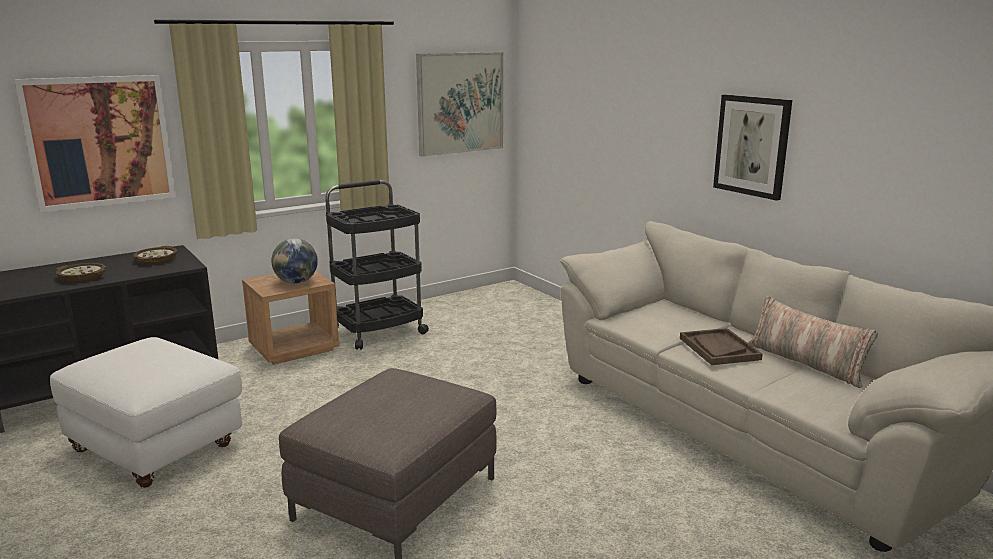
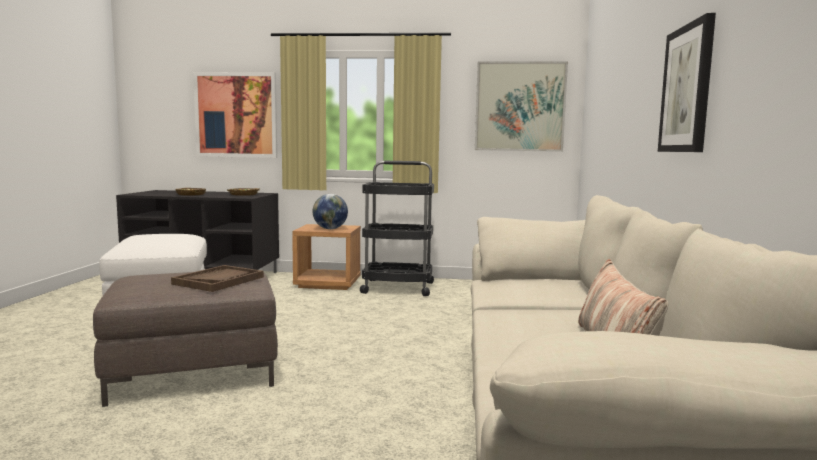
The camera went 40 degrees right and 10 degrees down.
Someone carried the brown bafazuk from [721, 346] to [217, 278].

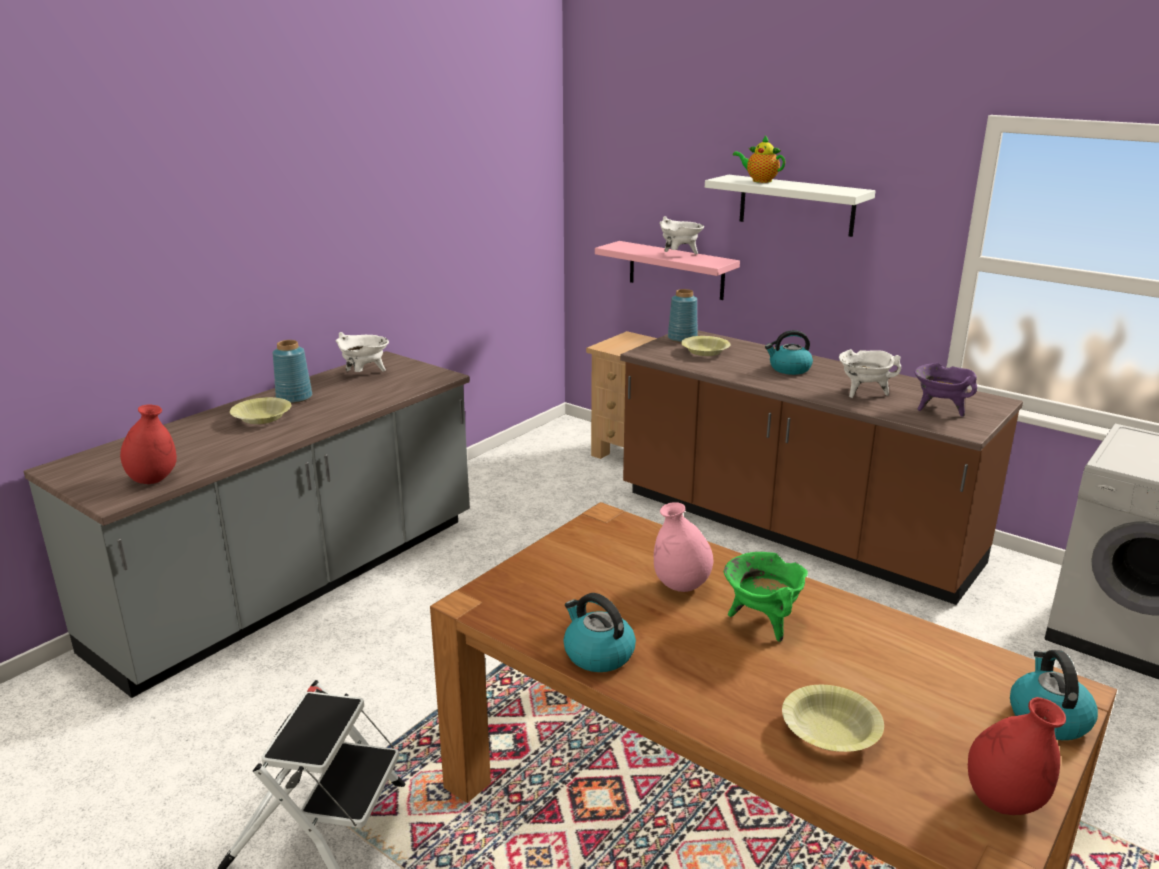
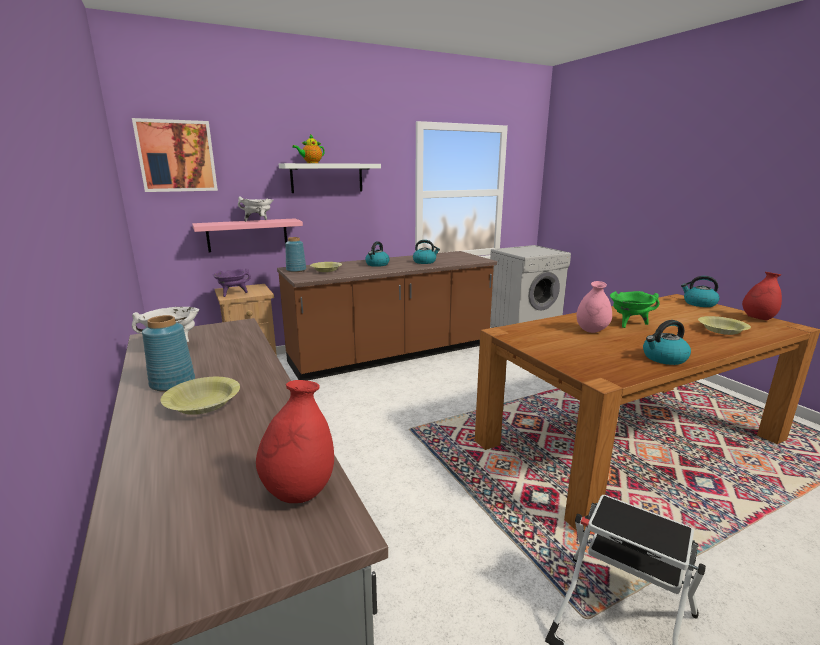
The camera went 65 degrees left and 5 degrees down.
Someone put up the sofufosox at [175, 155].
Someone carried the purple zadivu from [946, 390] to [232, 283].
Someone swapped the white zadivu at [870, 373] for the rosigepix at [426, 252].

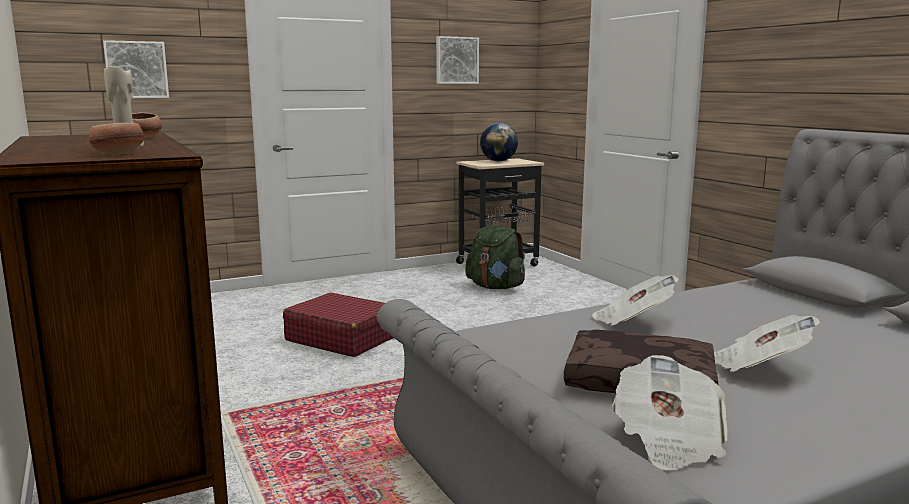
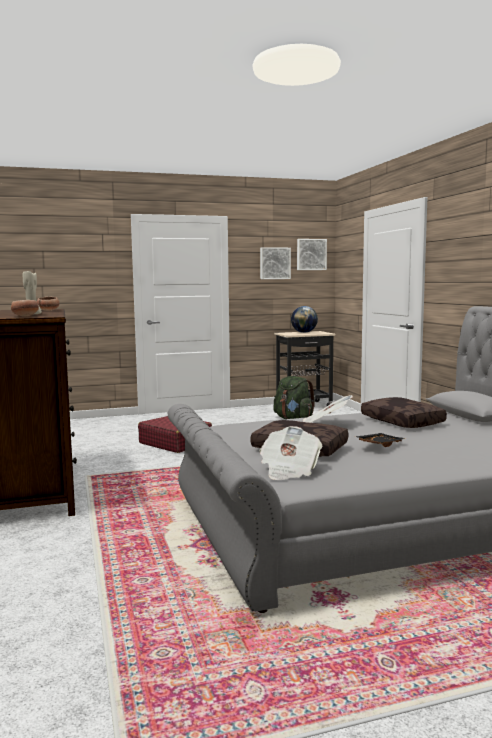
The camera went 10 degrees right and 5 degrees down.
Someone carried the sofufosox from [136, 69] to [312, 254].
Someone swapped the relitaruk at [767, 343] for the black bafazuk at [380, 440].
Someone put down the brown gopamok at [404, 412].

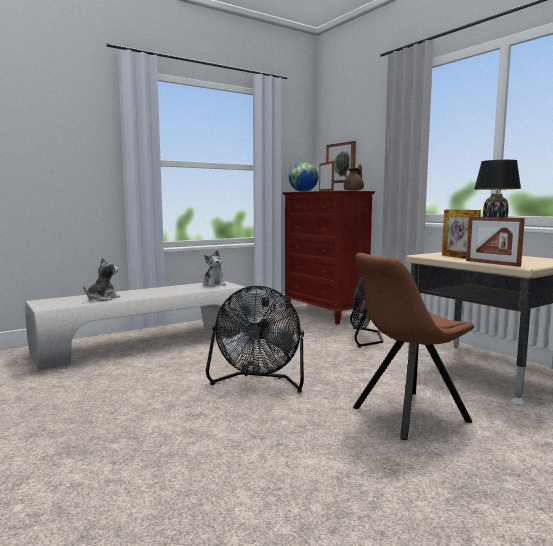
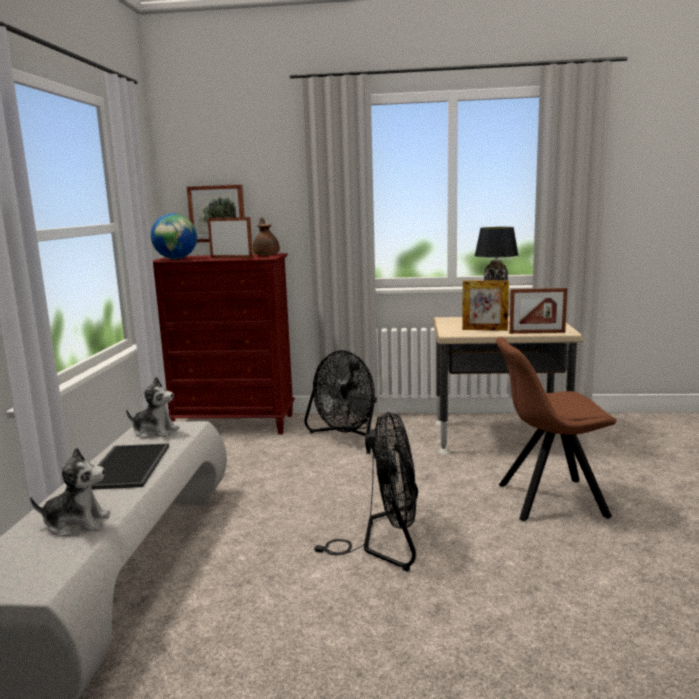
The camera went 50 degrees left and 5 degrees up.
Someone rotated the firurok at [101, 279] by 105 degrees clockwise.
Someone put down the bafazuk at [130, 466].
Someone rotated the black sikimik at [255, 339] by 45 degrees counterclockwise.
Someone rotated the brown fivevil at [413, 346] by 75 degrees clockwise.

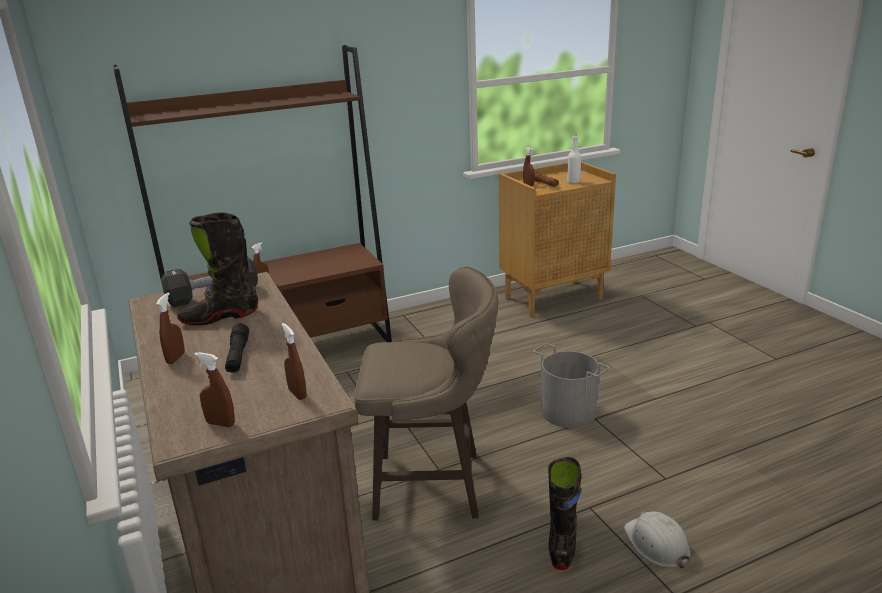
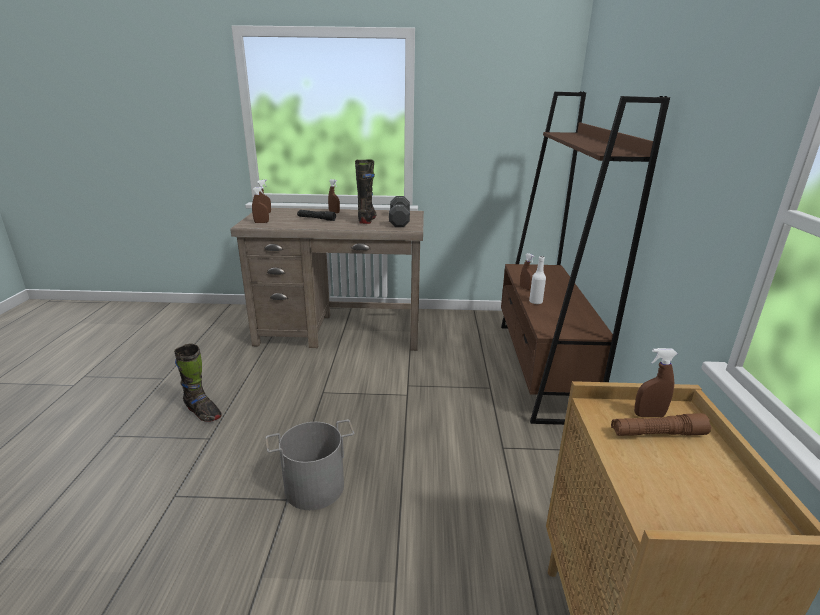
The camera went 115 degrees right and 0 degrees up.
Someone carried the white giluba from [574, 159] to [537, 280].
Someone took away the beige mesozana at [426, 394].
Someone took away the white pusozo at [657, 540].

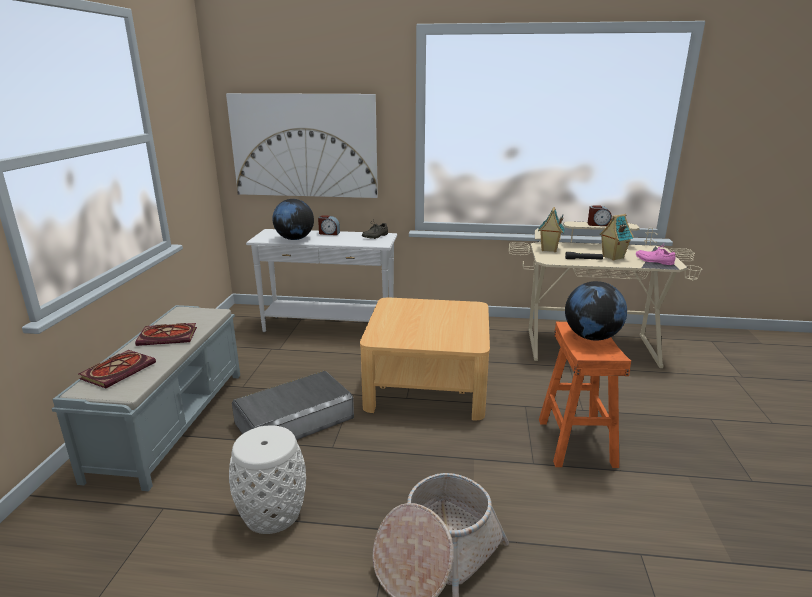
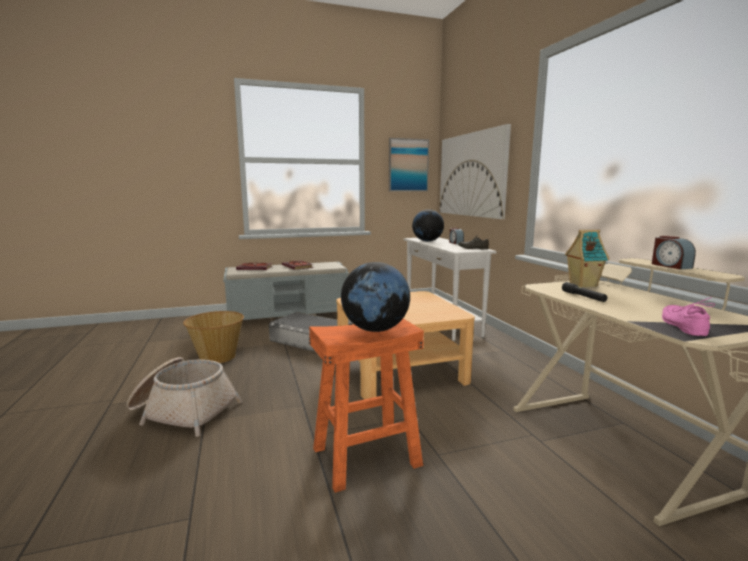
The camera went 65 degrees right and 10 degrees down.
Someone swapped the white mesozana at [267, 479] for the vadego at [213, 337].
Someone put up the sofufosox at [409, 164].
Someone took away the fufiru at [616, 237].

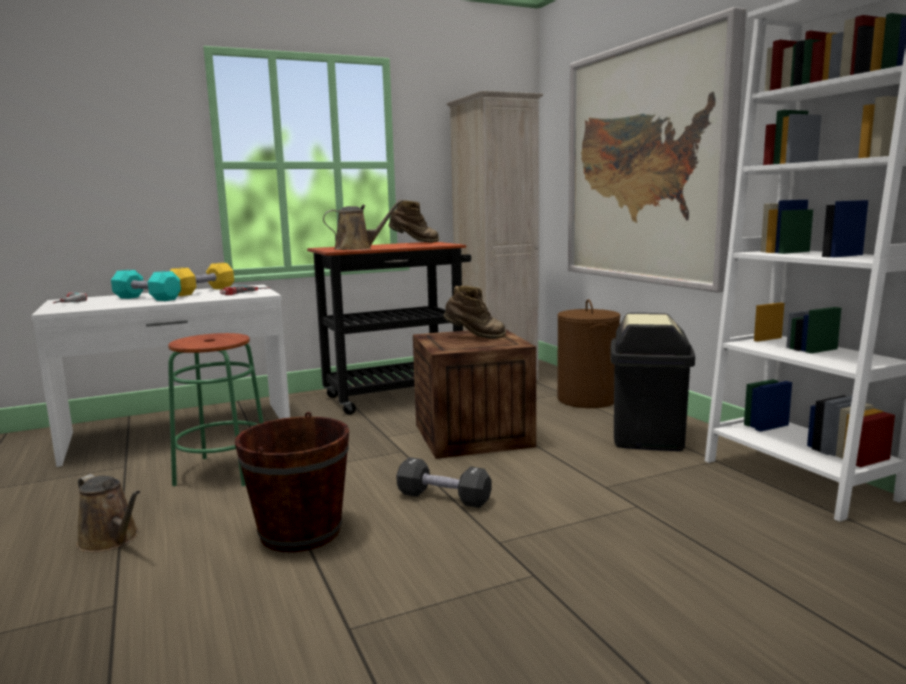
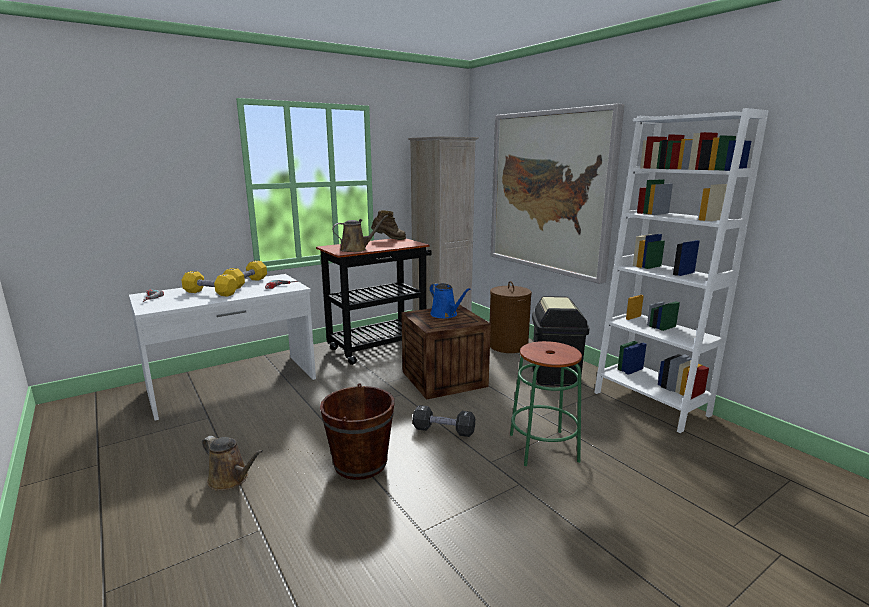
The camera went 10 degrees left and 5 degrees up.
Someone repainted the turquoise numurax at [146, 285], which became the yellow numurax at [209, 284].
Someone swapped the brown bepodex at [474, 312] for the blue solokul at [450, 300].
Someone carried the green mesozana from [216, 409] to [546, 403].

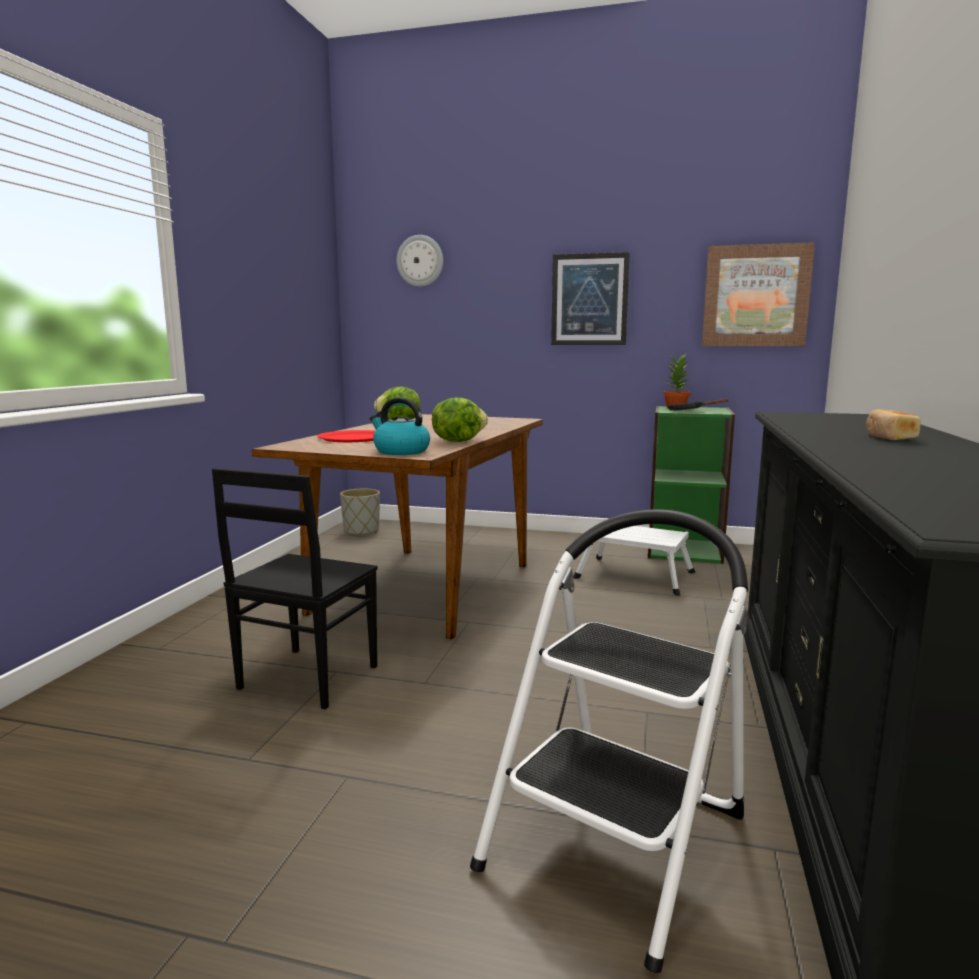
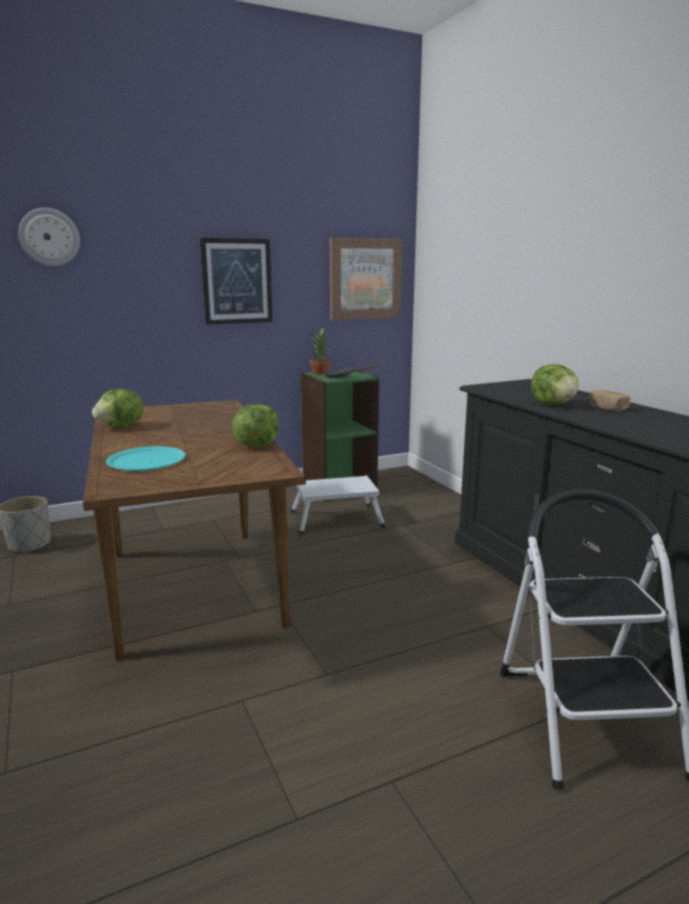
The camera went 40 degrees left and 5 degrees up.
Someone repainted the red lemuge at [346, 436], which became the turquoise lemuge at [146, 458].
Someone put down the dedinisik at [554, 384].
Someone took away the black fivevil at [295, 589].
Someone took away the rosigepix at [400, 426].

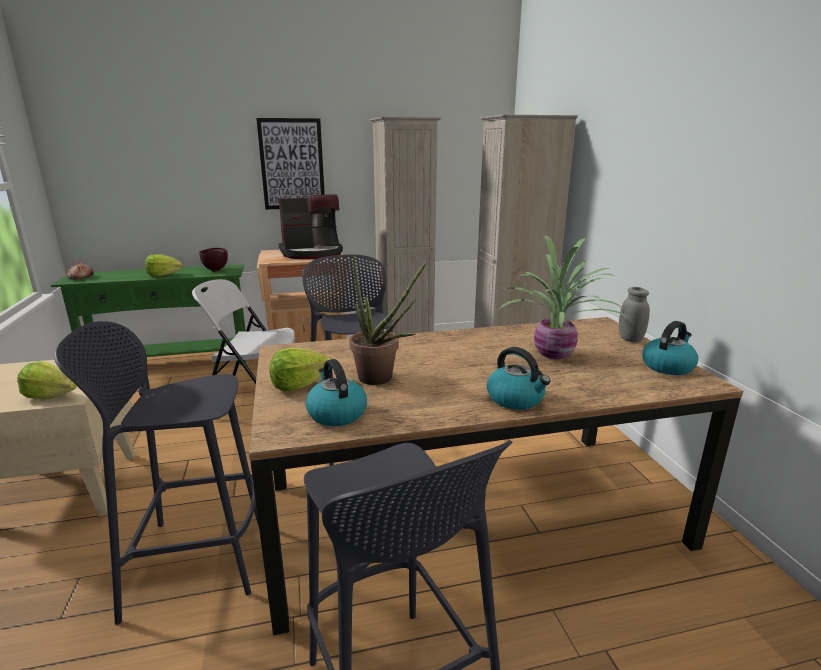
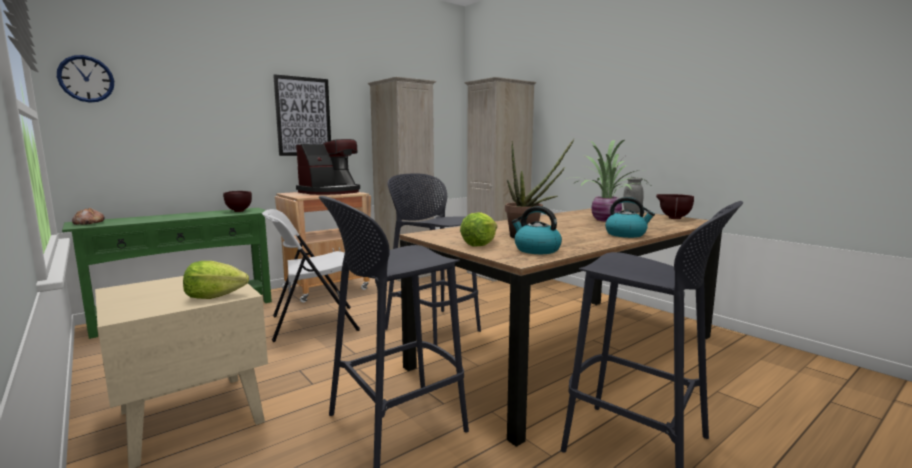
The camera went 25 degrees left and 10 degrees down.
Someone put up the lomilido at [85, 79].
Someone swapped the rosigepix at [670, 348] for the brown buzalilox at [675, 206].
Someone took away the dedinisik at [164, 265].

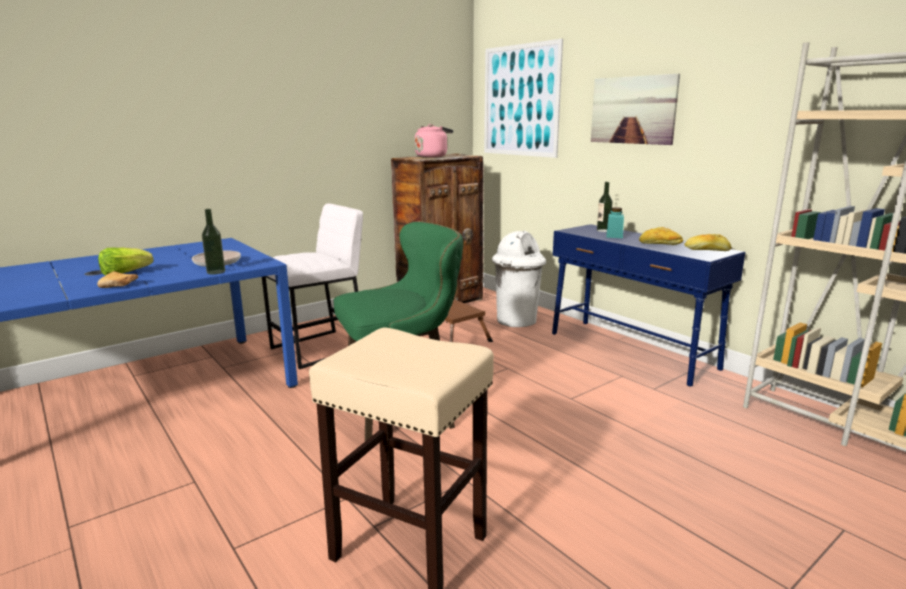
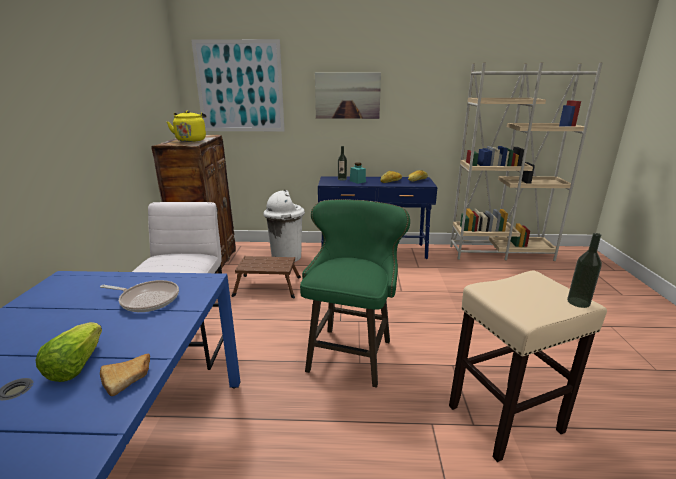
The camera went 50 degrees left and 5 degrees up.
Someone repainted the pink rosigepix at [434, 141], which became the yellow rosigepix at [186, 126].
Someone carried the giluba from [213, 241] to [584, 270].

